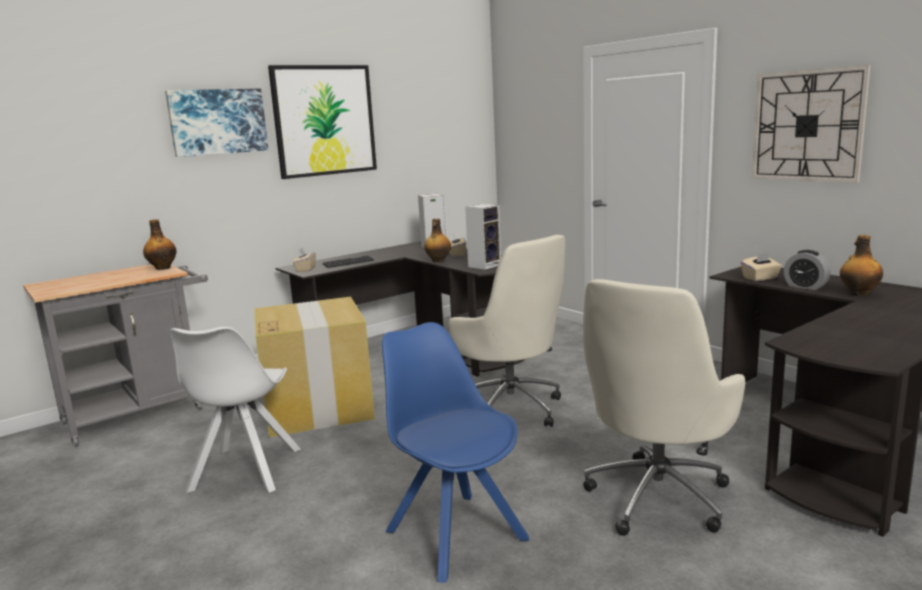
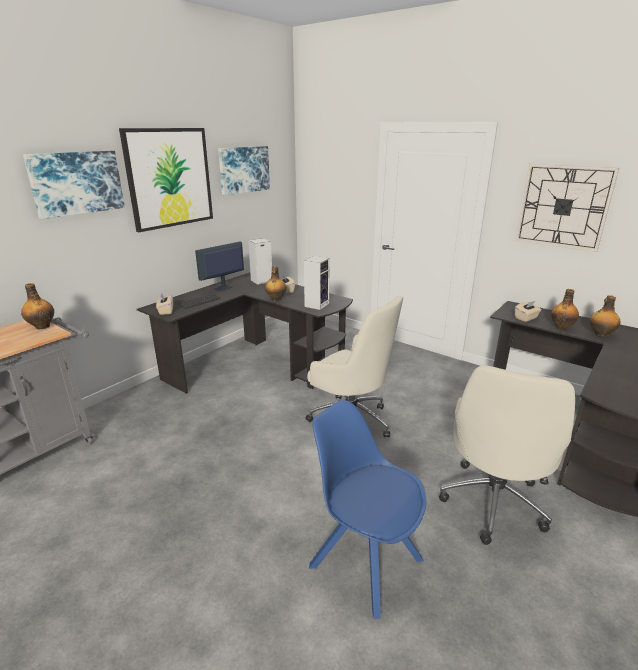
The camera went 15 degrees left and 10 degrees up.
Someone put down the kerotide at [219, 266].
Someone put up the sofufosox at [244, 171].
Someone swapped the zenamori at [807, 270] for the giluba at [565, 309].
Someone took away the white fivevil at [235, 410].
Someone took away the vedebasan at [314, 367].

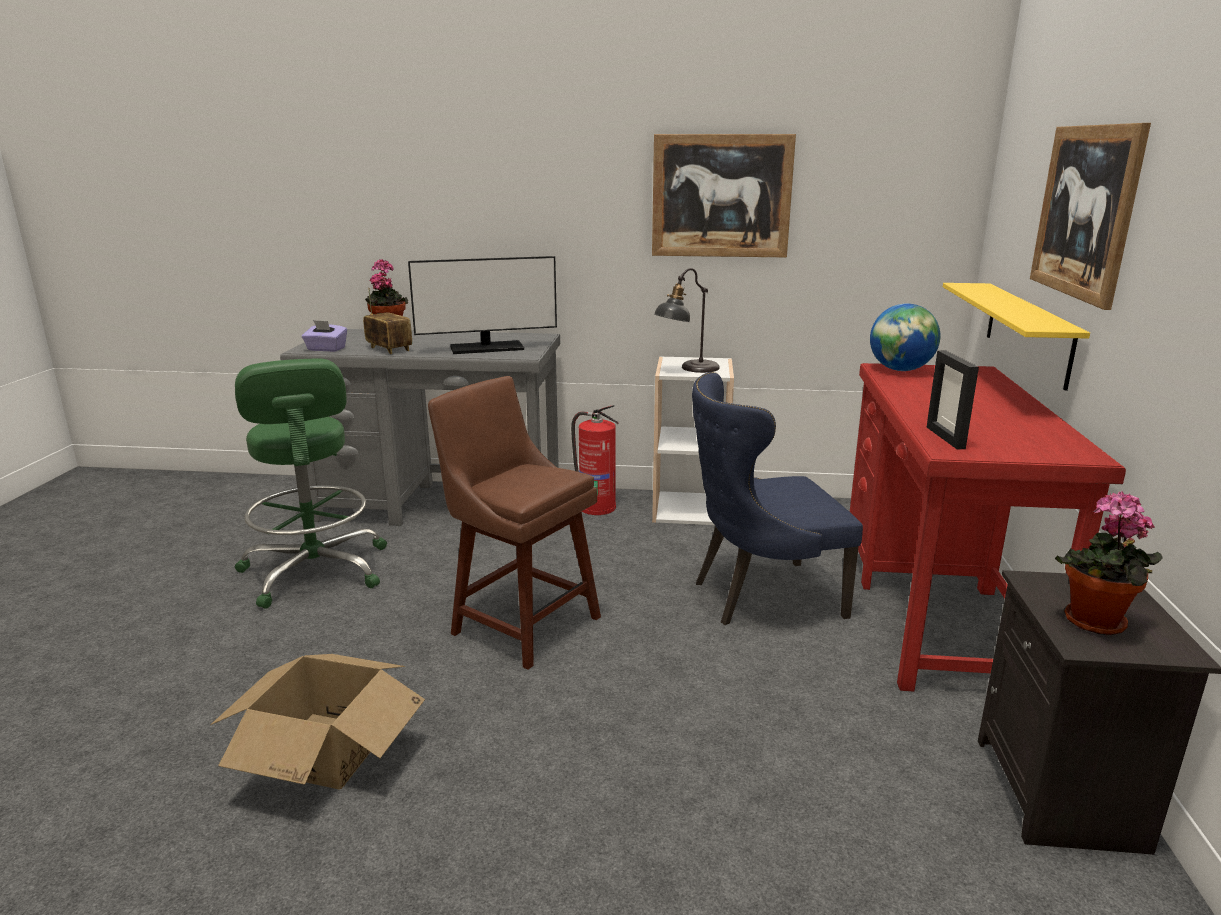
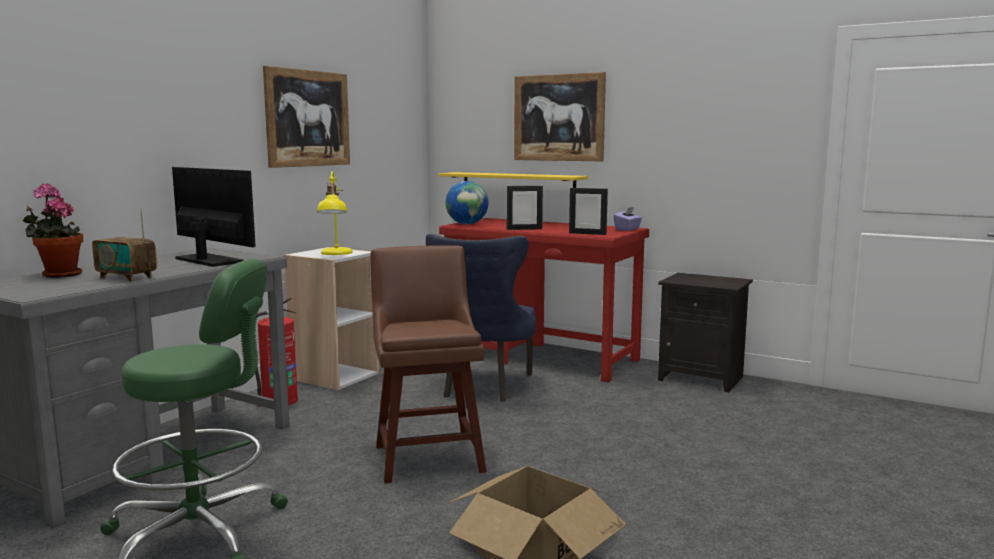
The camera went 65 degrees left and 10 degrees down.
Someone rotated the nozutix at [387, 321] by 135 degrees counterclockwise.
Someone rotated the kerotide at [482, 305] by 60 degrees counterclockwise.
Someone repainted the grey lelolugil at [687, 320], which became the yellow lelolugil at [334, 213].
Someone rotated the brown fivevil at [514, 523] by 105 degrees clockwise.
Someone put down the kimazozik at [524, 208].
Someone carried the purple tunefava from [324, 336] to [628, 219].
Someone took away the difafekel at [1109, 564].

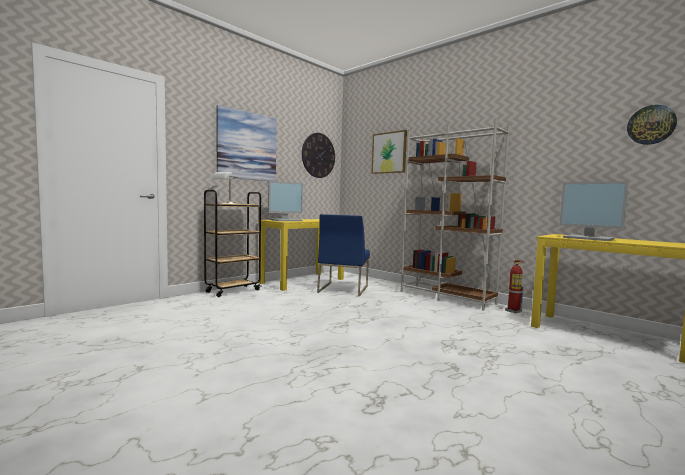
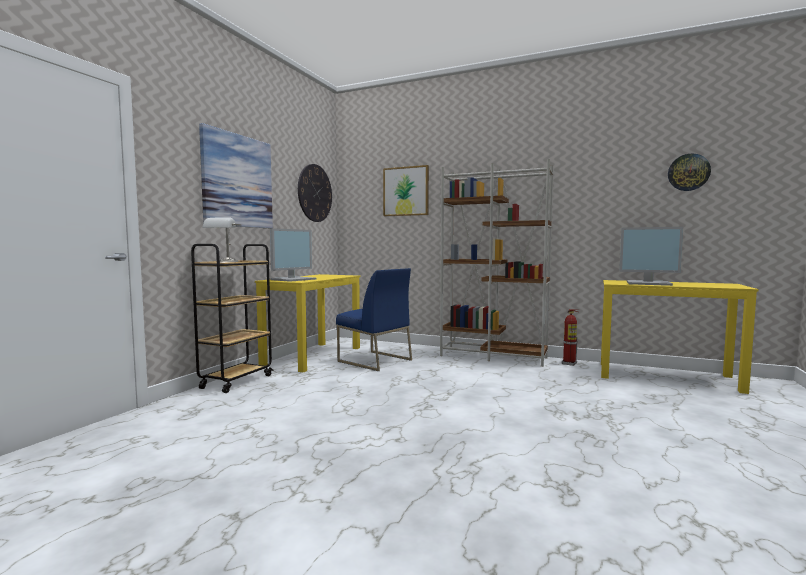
The camera went 20 degrees left and 0 degrees up.
Someone rotated the blue fivevil at [343, 255] by 45 degrees counterclockwise.

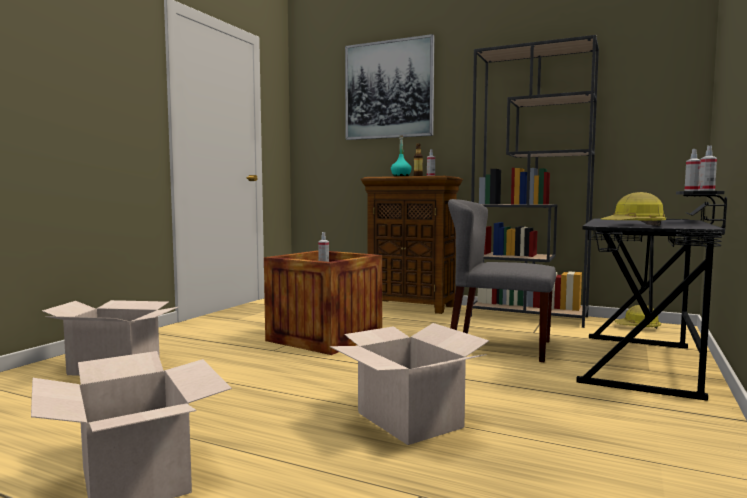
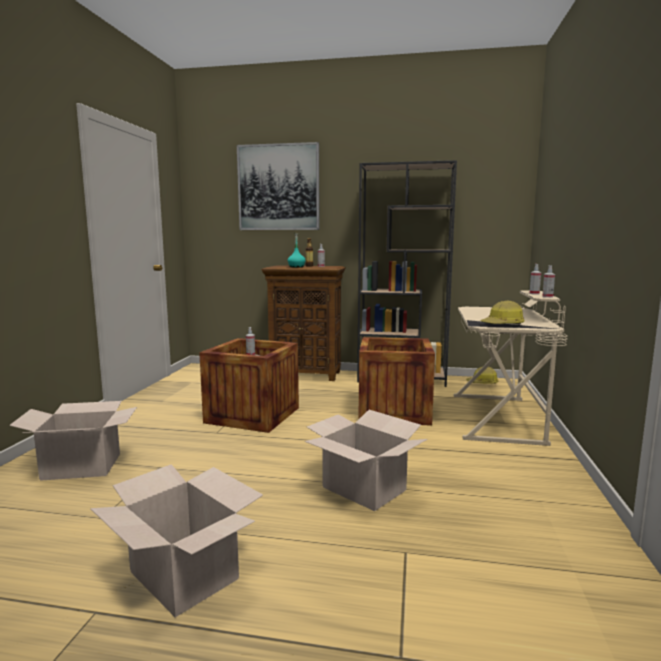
The camera went 15 degrees left and 5 degrees up.
Someone swapped the grey fivevil at [502, 280] for the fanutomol at [396, 381].
Someone repainted the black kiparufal at [651, 296], which became the beige kiparufal at [511, 368].

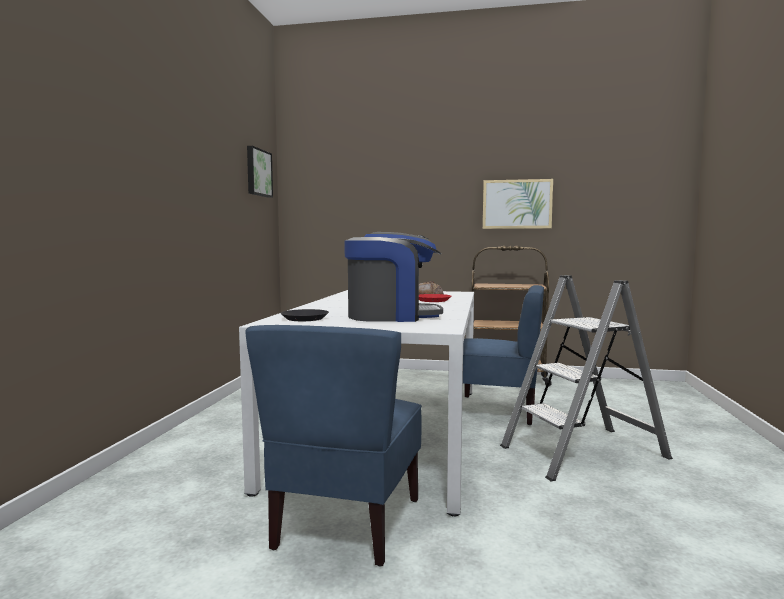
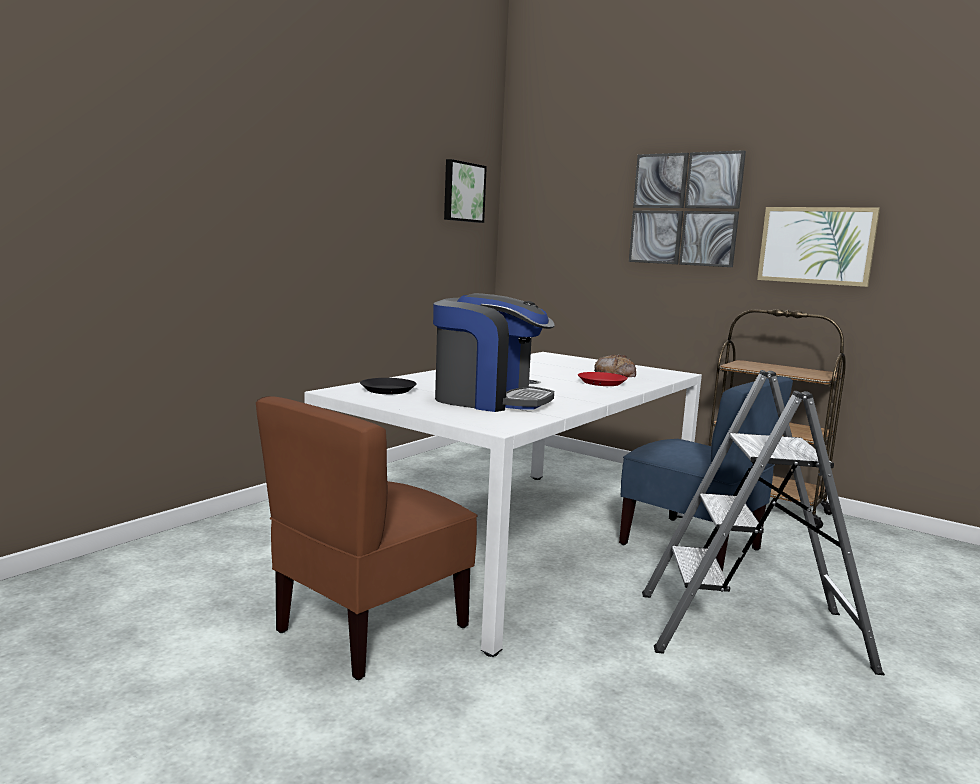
The camera went 25 degrees right and 5 degrees up.
Someone repainted the blue fivevil at [333, 445], which became the brown fivevil at [366, 538].
Someone put up the sofufosox at [687, 208].

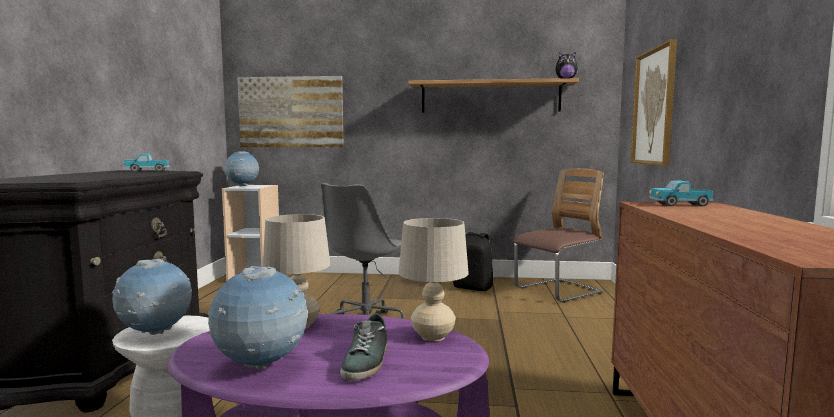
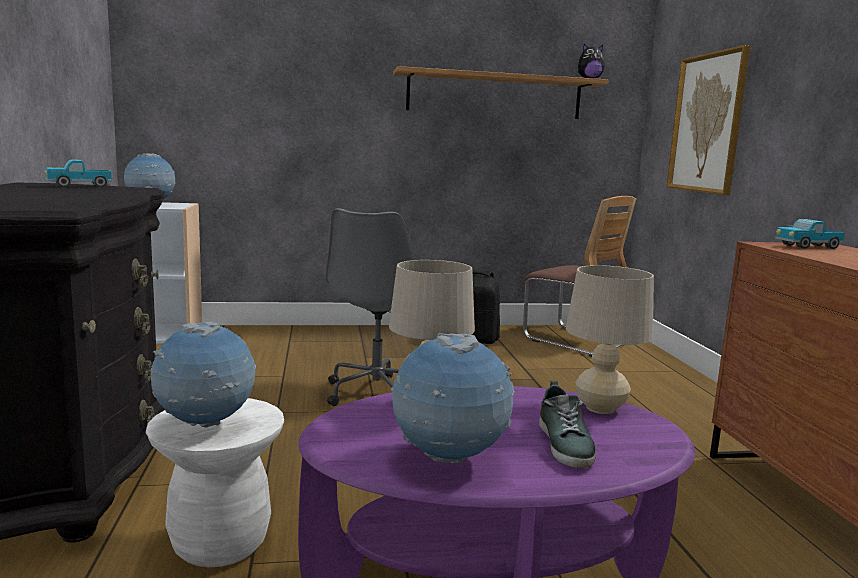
The camera went 15 degrees left and 5 degrees up.
Someone rotated the fivevil at [559, 235] by 90 degrees clockwise.
Someone took away the sofufosox at [290, 111].

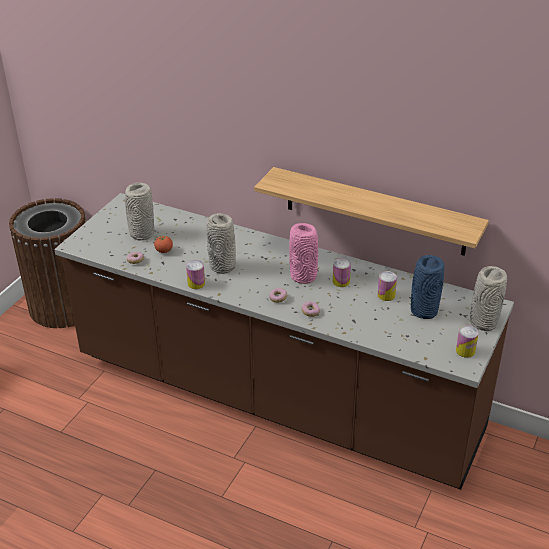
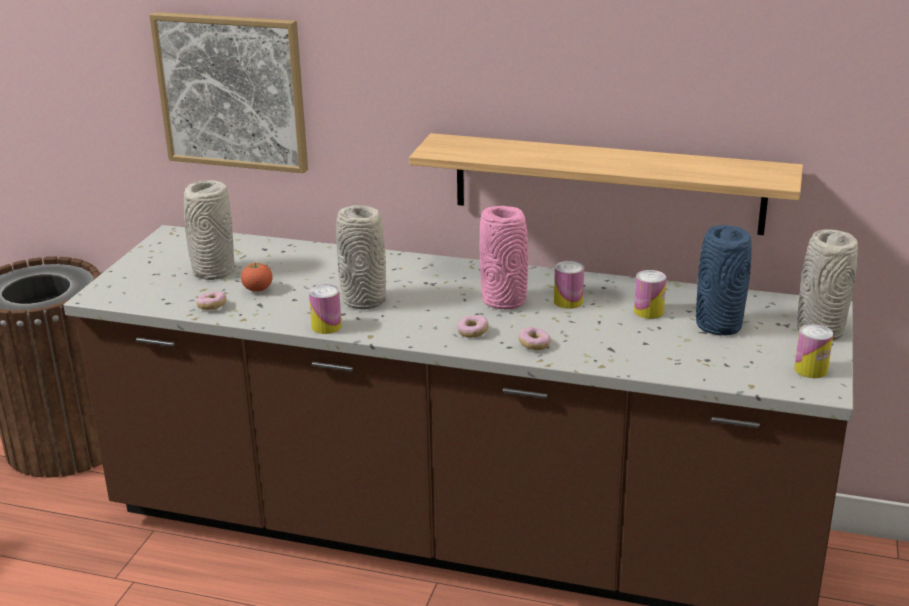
The camera went 10 degrees left and 10 degrees down.
Someone put up the sofufosox at [228, 92].

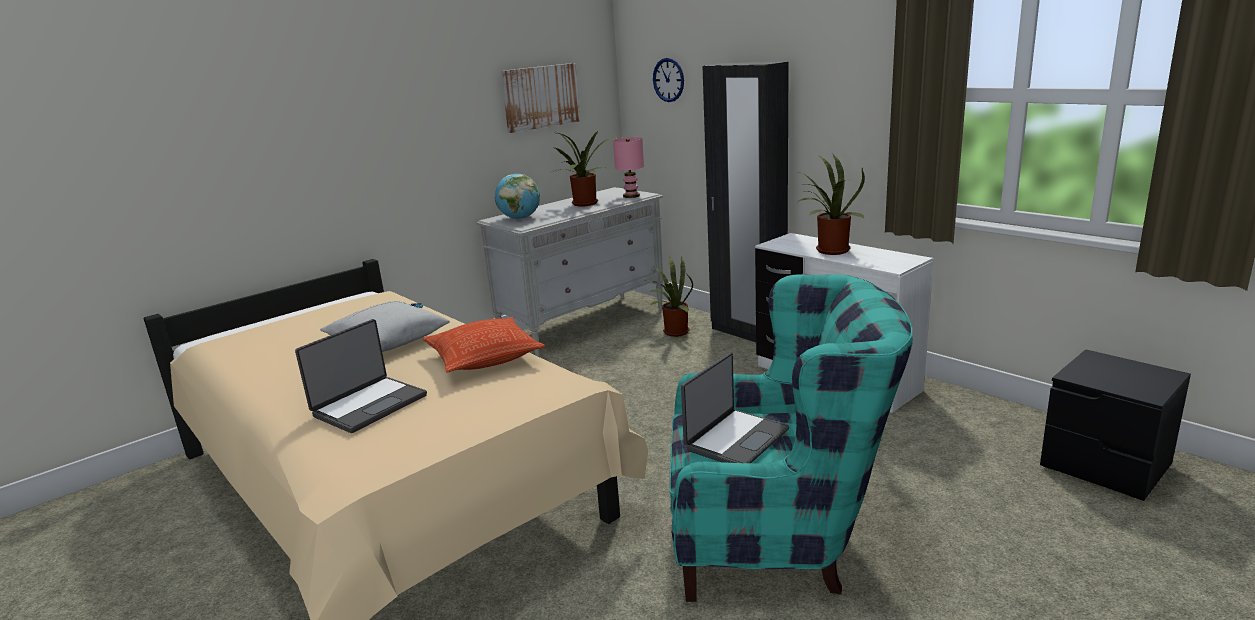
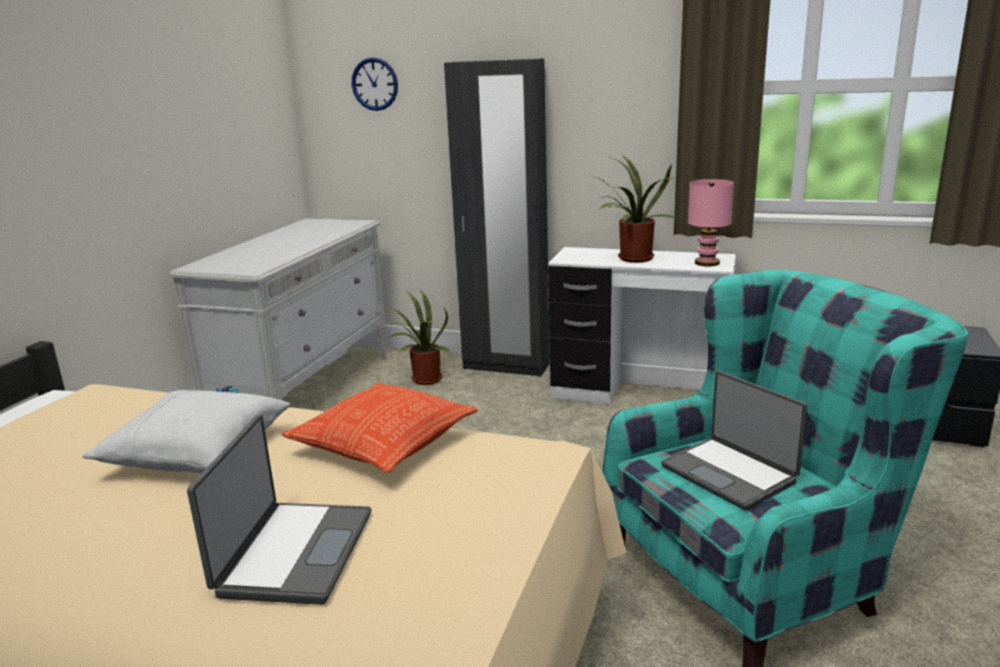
The camera went 30 degrees left and 0 degrees up.
Someone rotated the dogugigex at [735, 408] by 135 degrees clockwise.
Someone carried the pink lelolugil from [628, 167] to [711, 222].
Someone took away the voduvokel at [517, 196].
Someone took away the sofufosox at [540, 98].
Someone took away the difafekel at [583, 168].

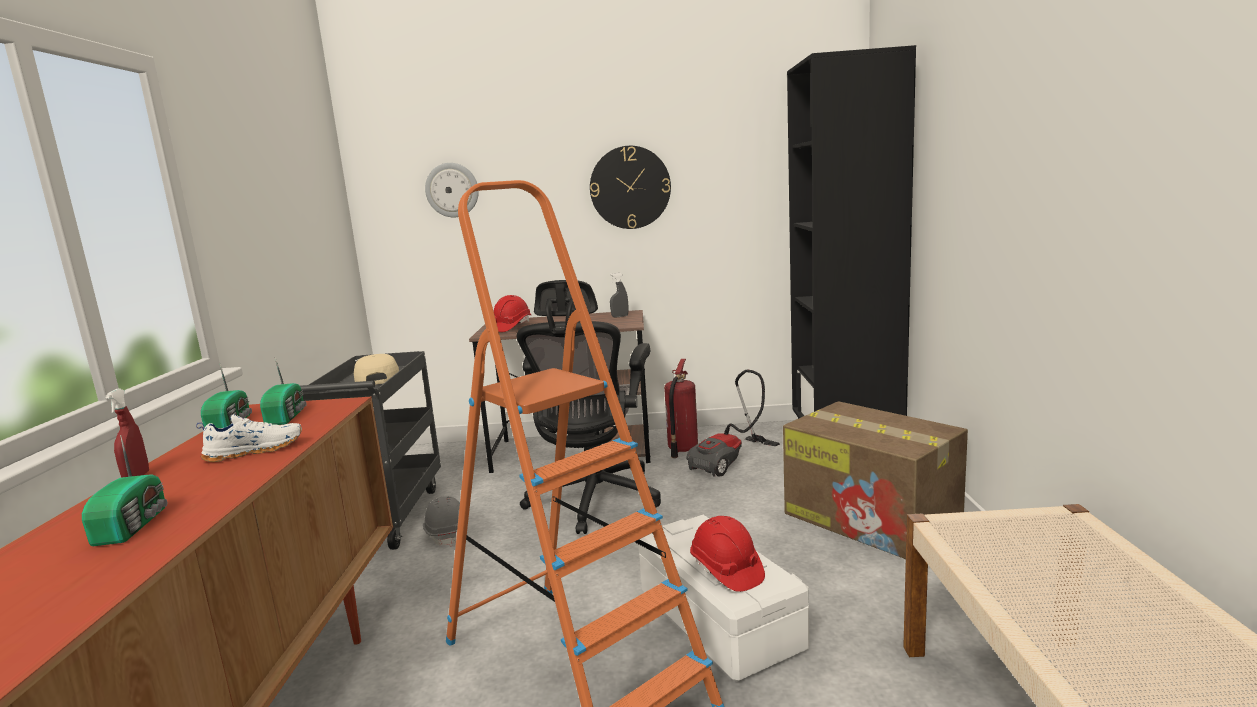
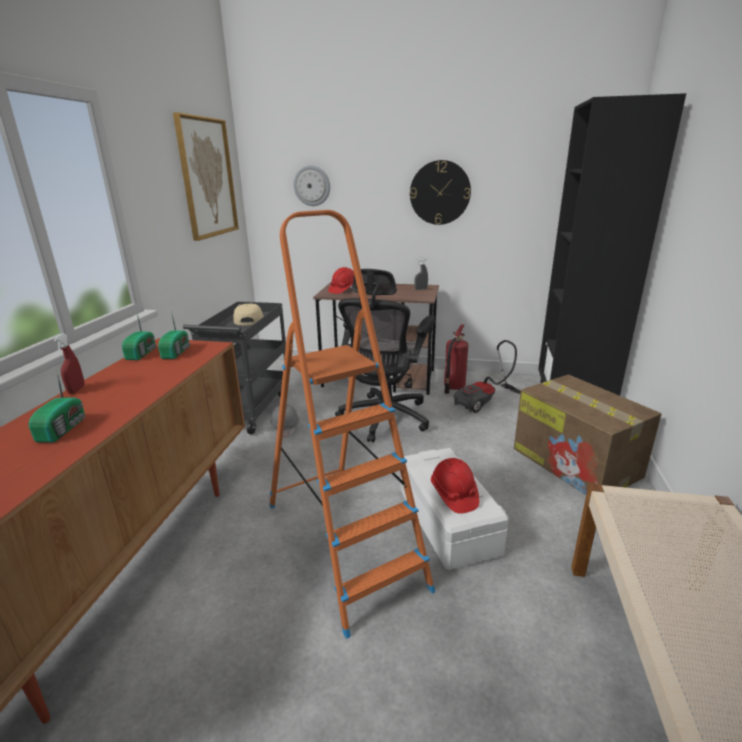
The camera went 10 degrees right and 10 degrees up.
Someone put up the sofufosox at [206, 176].
Someone took away the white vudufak at [249, 438].

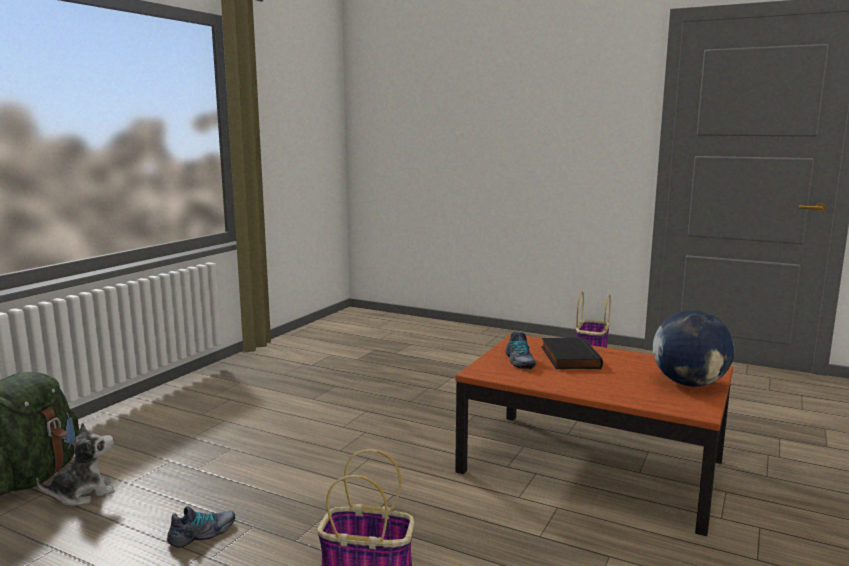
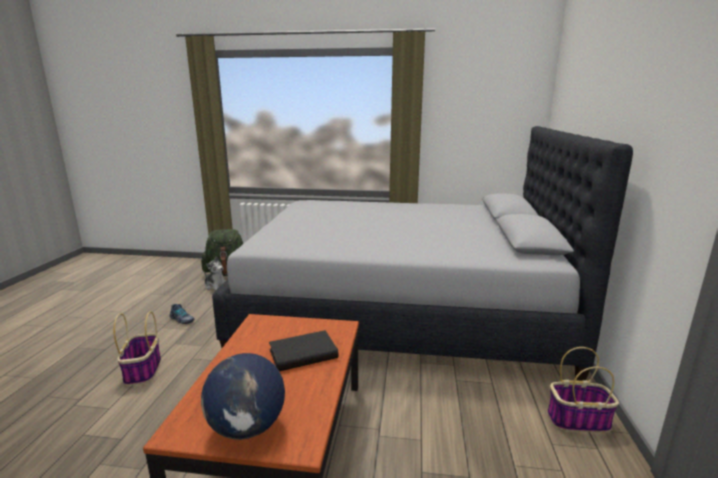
The camera went 70 degrees right and 5 degrees up.
Someone put down the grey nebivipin at [422, 253].
Someone took away the vudufak at [520, 350].

